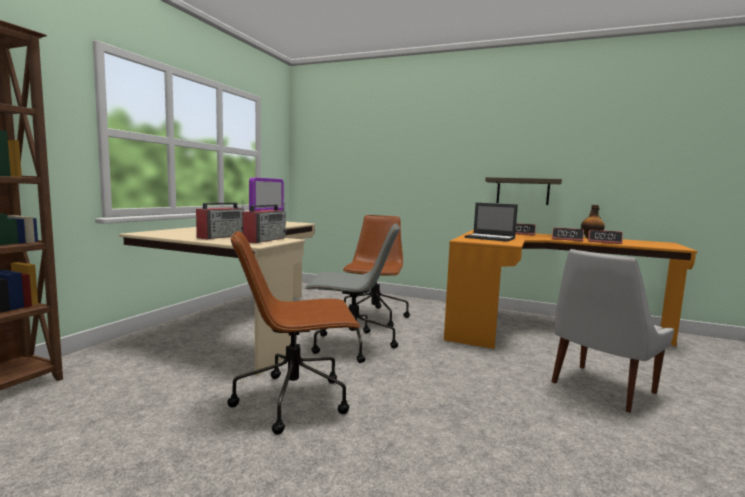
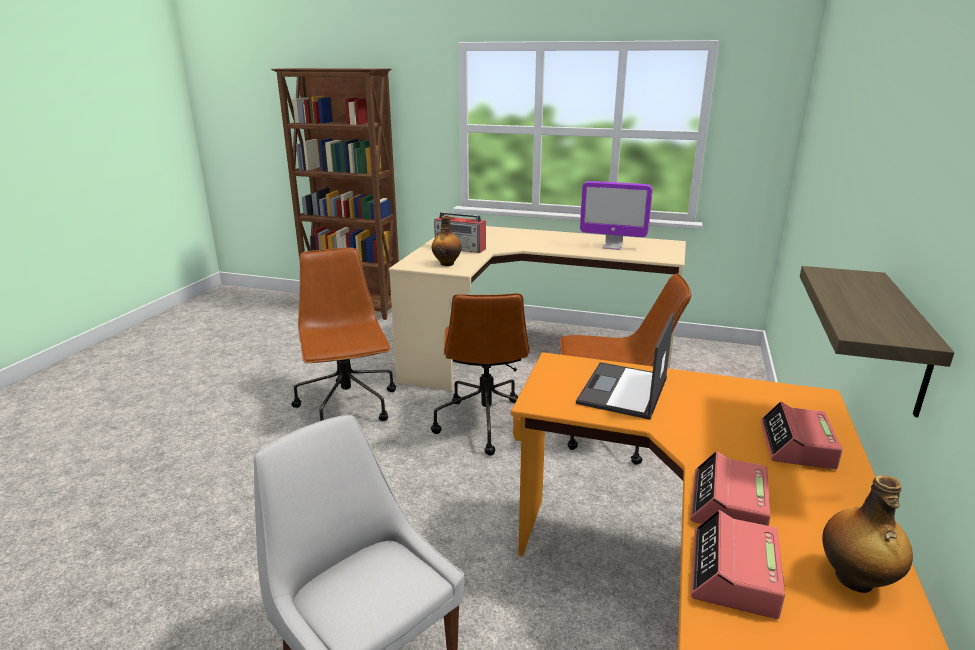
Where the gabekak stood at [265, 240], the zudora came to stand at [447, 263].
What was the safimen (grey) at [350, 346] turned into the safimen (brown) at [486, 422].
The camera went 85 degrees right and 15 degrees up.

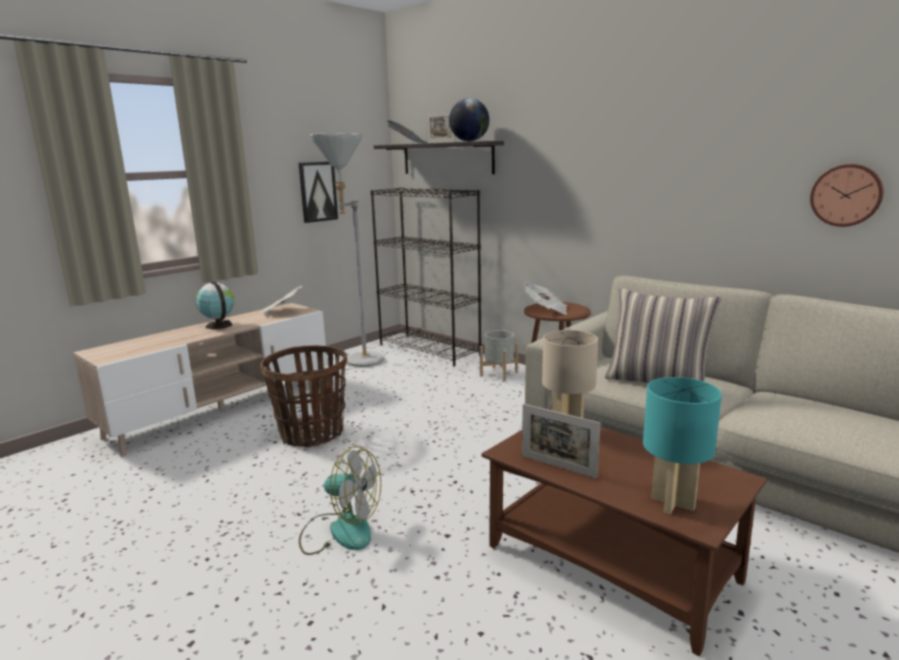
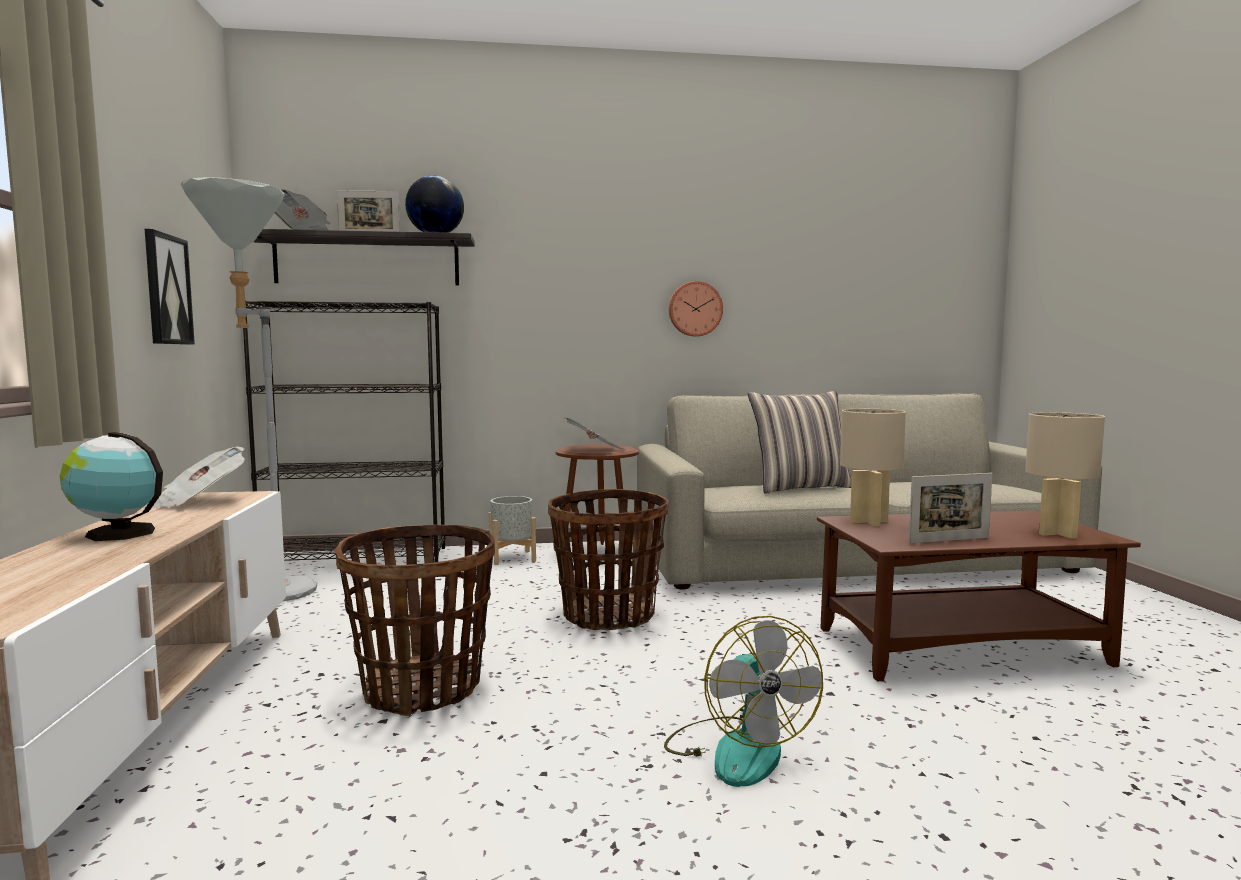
The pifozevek ended up elsewhere, having gone from [846, 195] to [695, 309].
What was the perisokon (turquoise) at [672, 502] turned into the perisokon (beige) at [1056, 533].
The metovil at [340, 530] ended up facing another way, 105 degrees clockwise from before.
The second view gained the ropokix at [608, 616].
The camera went 50 degrees left and 10 degrees down.

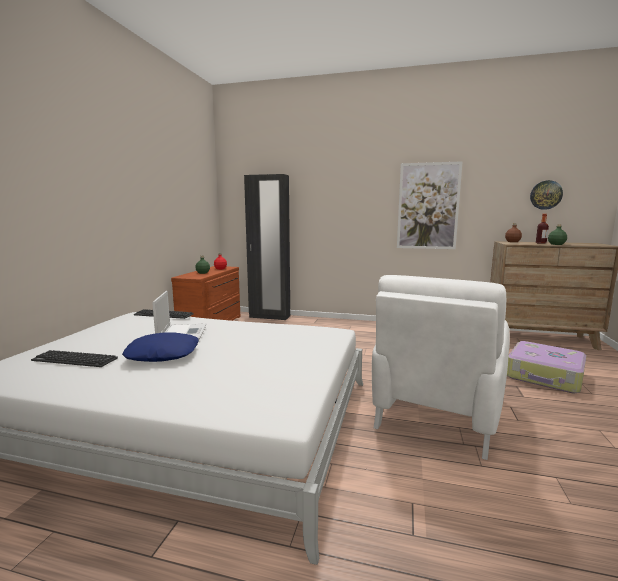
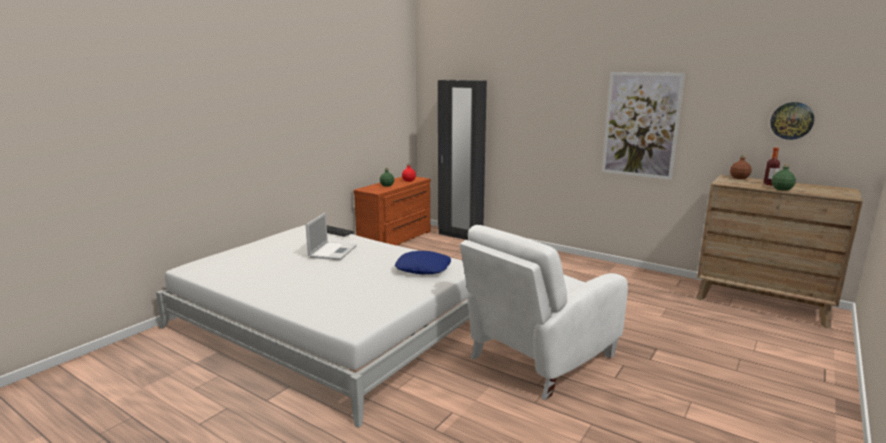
The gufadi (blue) ended up elsewhere, having gone from [163, 354] to [423, 268].
The second view lost the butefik at [545, 376].
The second view lost the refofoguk at [75, 359].
The camera went 20 degrees right and 5 degrees up.

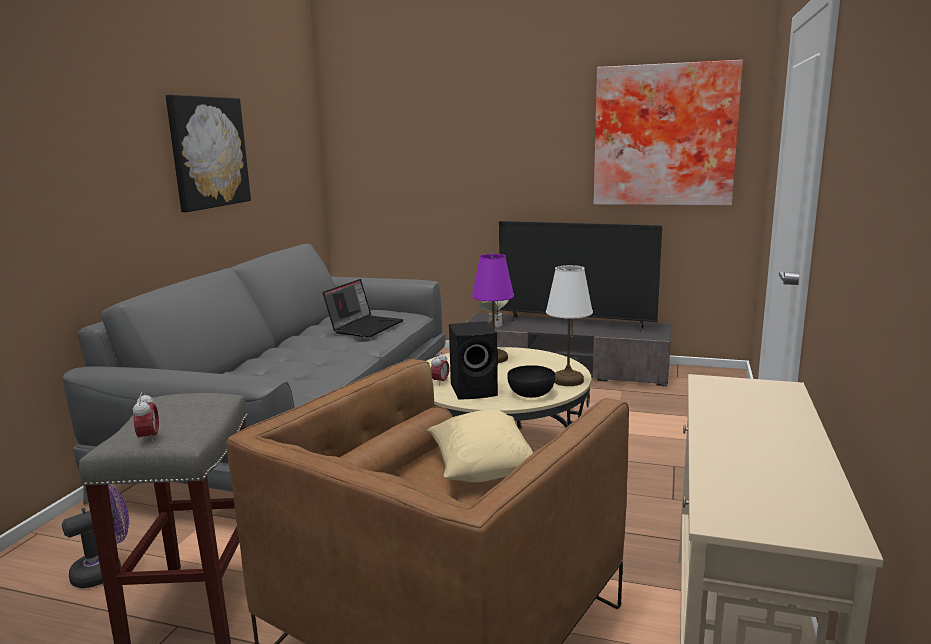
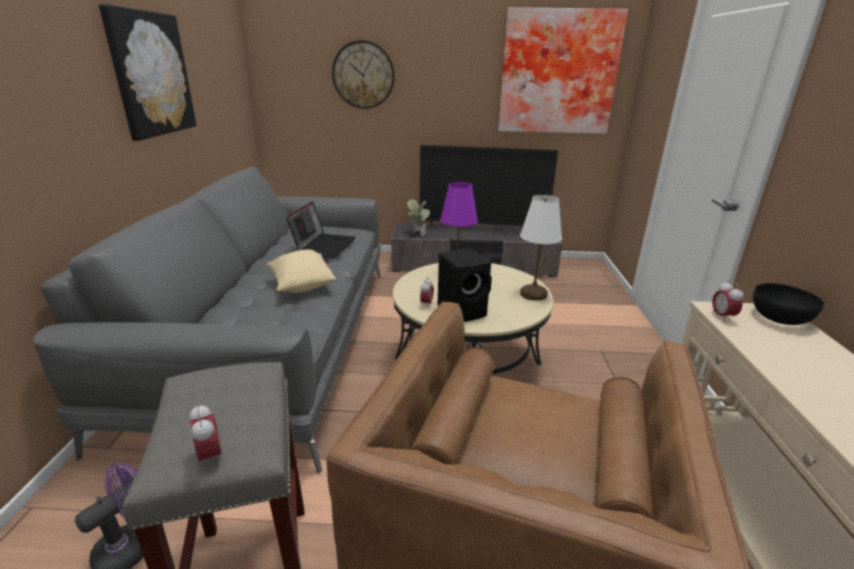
The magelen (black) ended up elsewhere, having gone from [531, 393] to [780, 318].
The gufadi (beige) ended up elsewhere, having gone from [481, 470] to [302, 286].
The second view gained the pifozevek at [363, 75].
The second view gained the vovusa at [722, 317].
The camera went 15 degrees left and 10 degrees up.

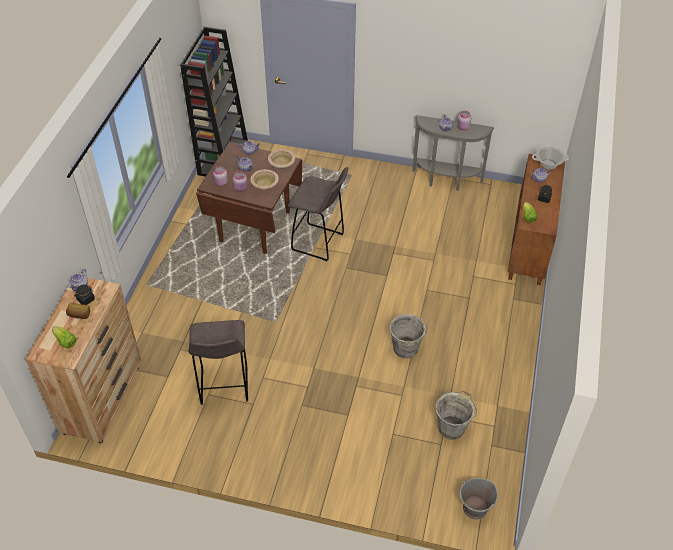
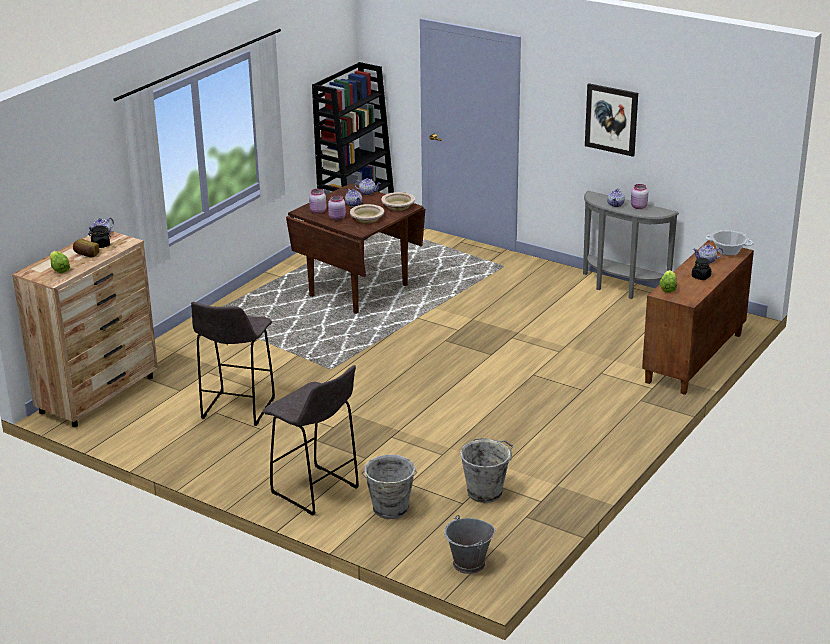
The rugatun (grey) ended up elsewhere, having gone from [319, 243] to [316, 491].
The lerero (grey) ended up elsewhere, having gone from [406, 349] to [390, 510].
The second view gained the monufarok at [611, 119].
The camera went 20 degrees right and 20 degrees down.

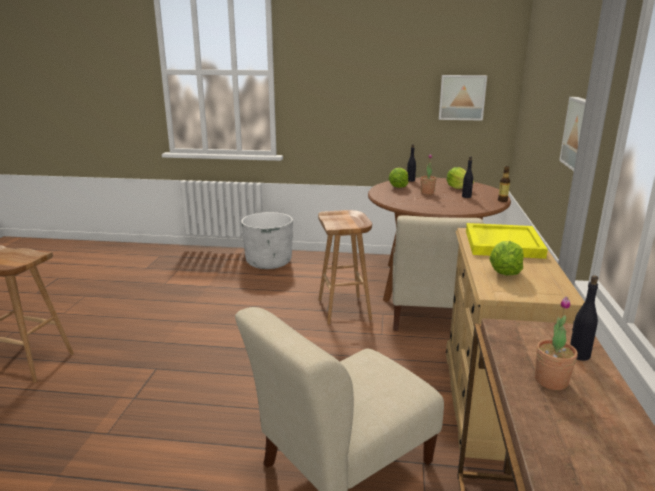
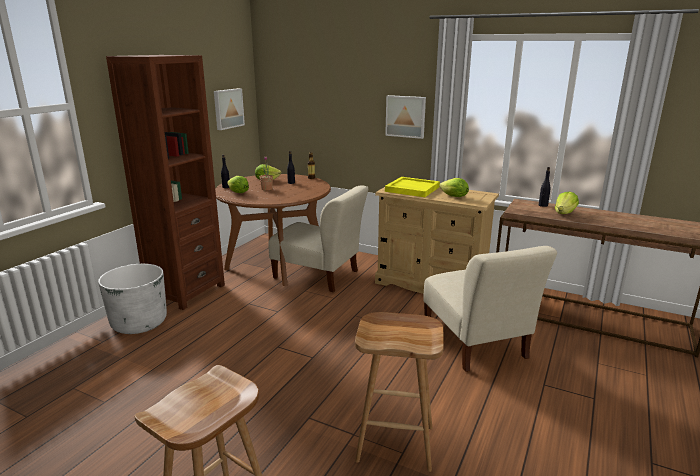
The rugatun (brown) ended up elsewhere, having gone from [345, 310] to [396, 443].
Where the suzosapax stood at [551, 381], the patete came to stand at [564, 213].
The second view gained the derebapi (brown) at [186, 291].
The camera went 70 degrees left and 0 degrees up.

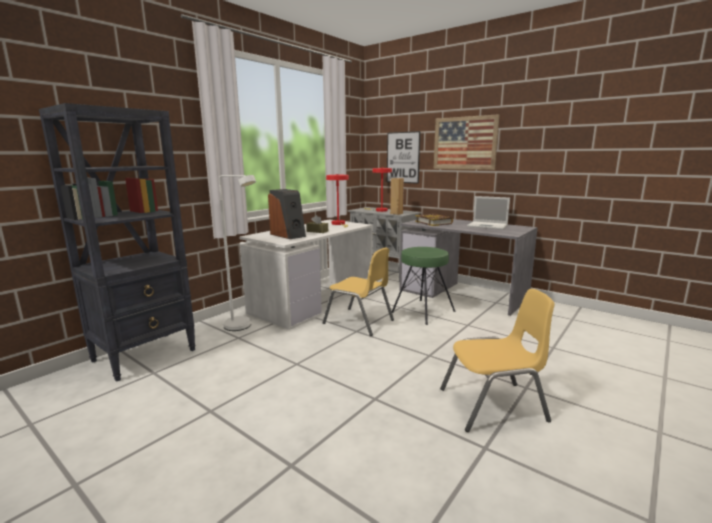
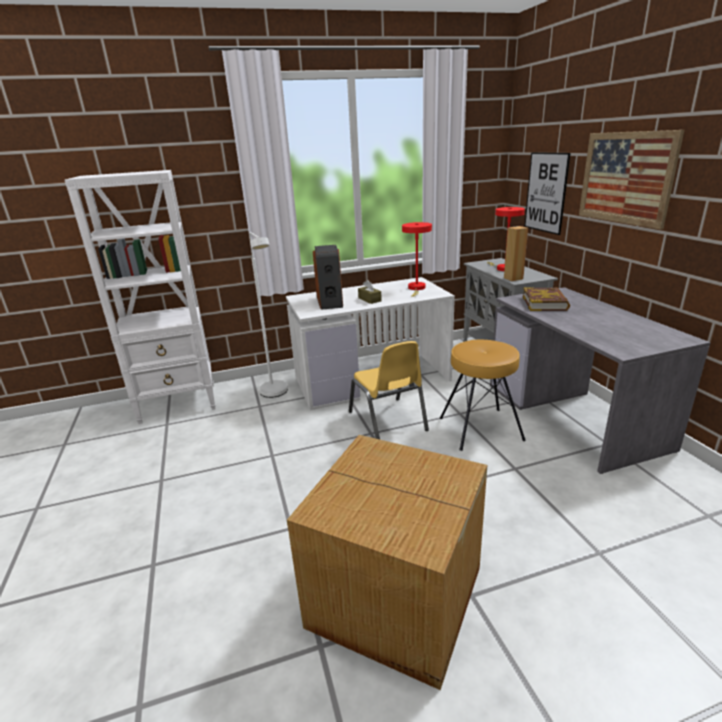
What was the derebapi (black) at [145, 355] turned into the derebapi (white) at [179, 403].
The second view lost the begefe at [488, 226].
What was the rugatun (green) at [422, 311] turned into the rugatun (brown) at [480, 428].
Where the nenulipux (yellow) stood at [493, 405], the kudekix came to stand at [397, 599].
The camera went 35 degrees right and 10 degrees up.

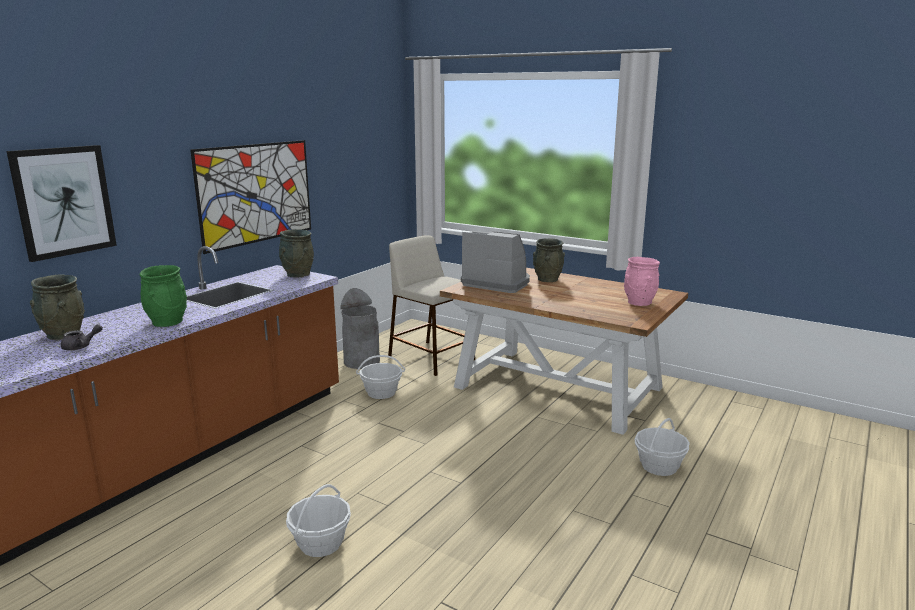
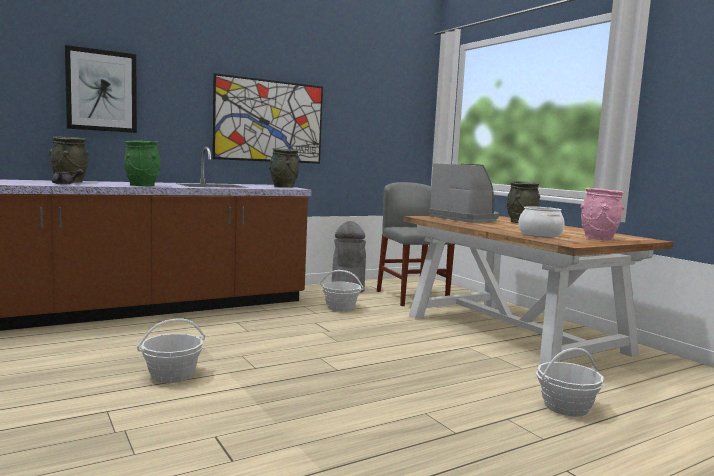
Where the rugatun (beige) stood at [432, 358], the nenulipux (grey) came to stand at [412, 297].
The second view gained the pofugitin at [539, 235].
The camera went 25 degrees right and 10 degrees down.

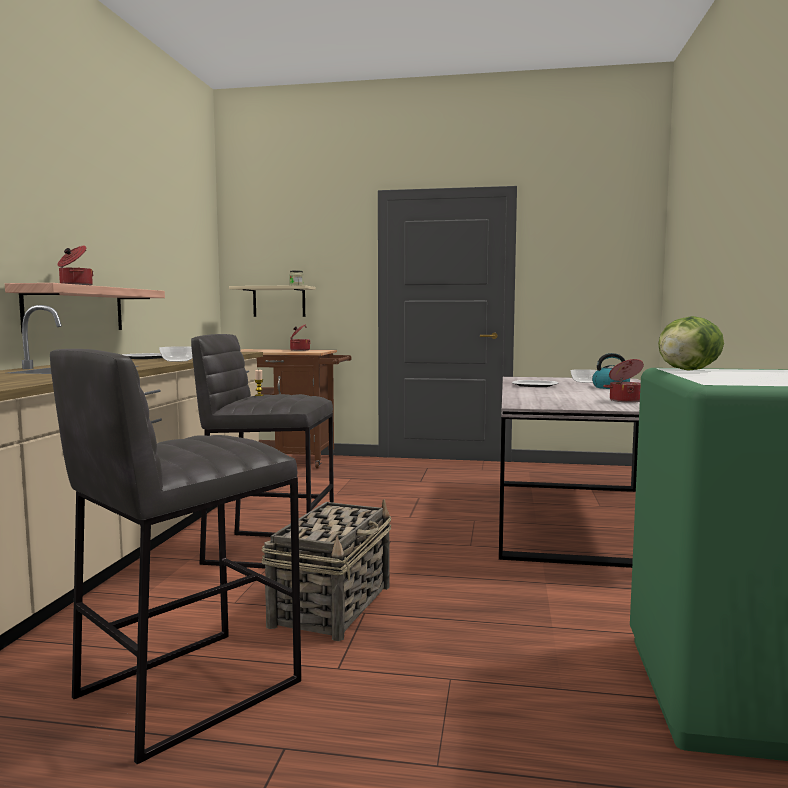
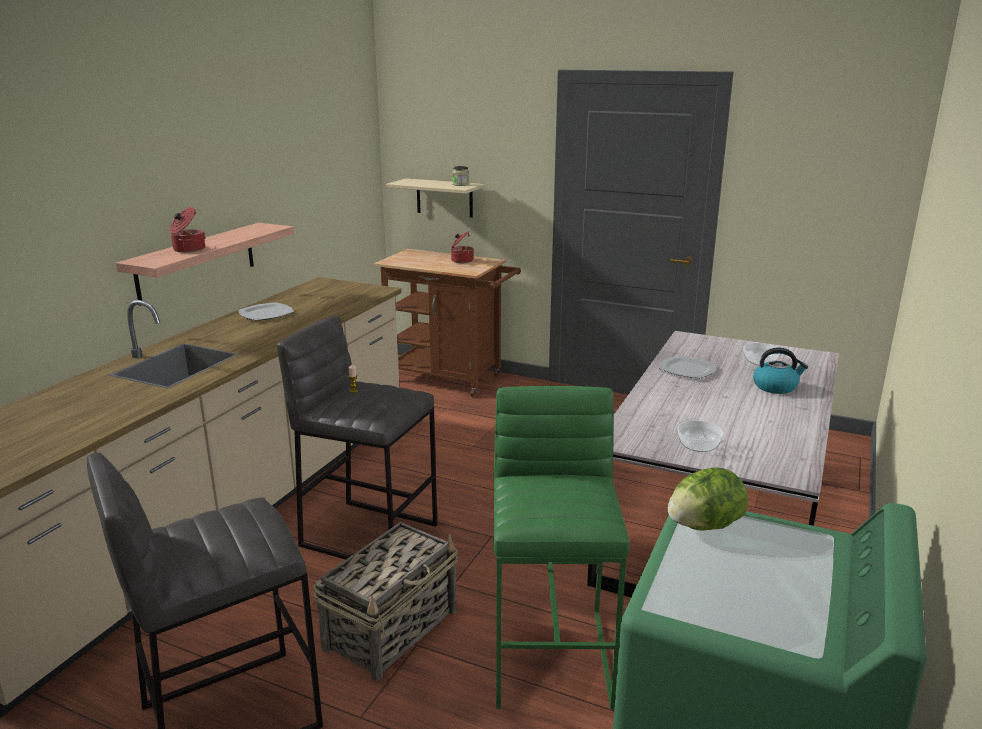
The magelen ended up elsewhere, having gone from [178, 361] to [699, 445].
The second view lost the pofugitin at [625, 400].
The second view gained the rugatun (green) at [552, 655].
The camera went 15 degrees right and 15 degrees up.

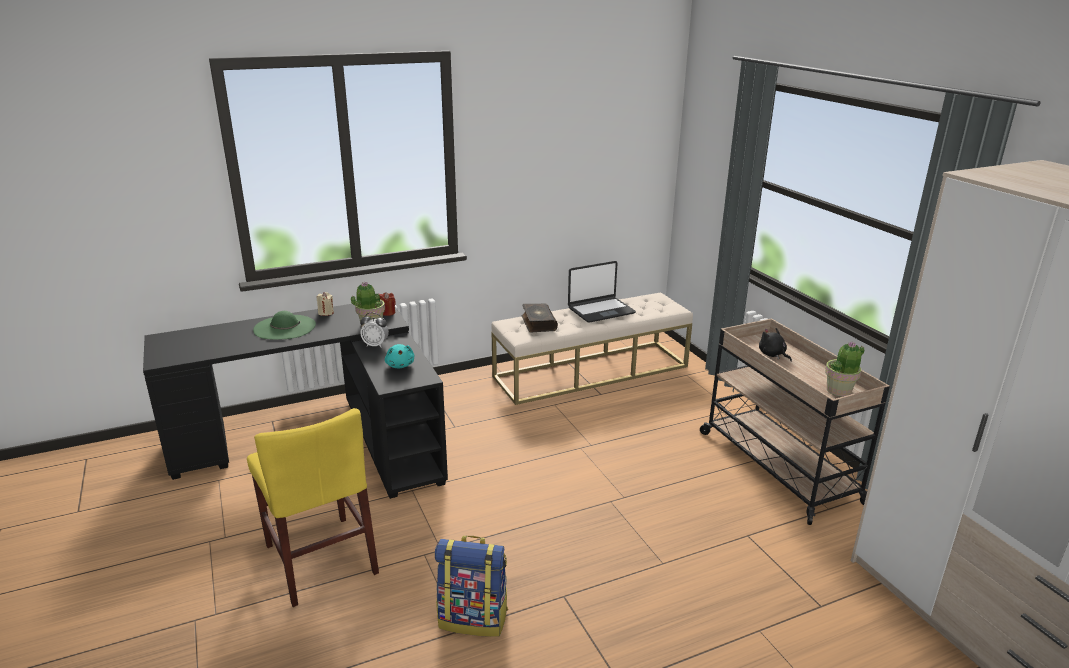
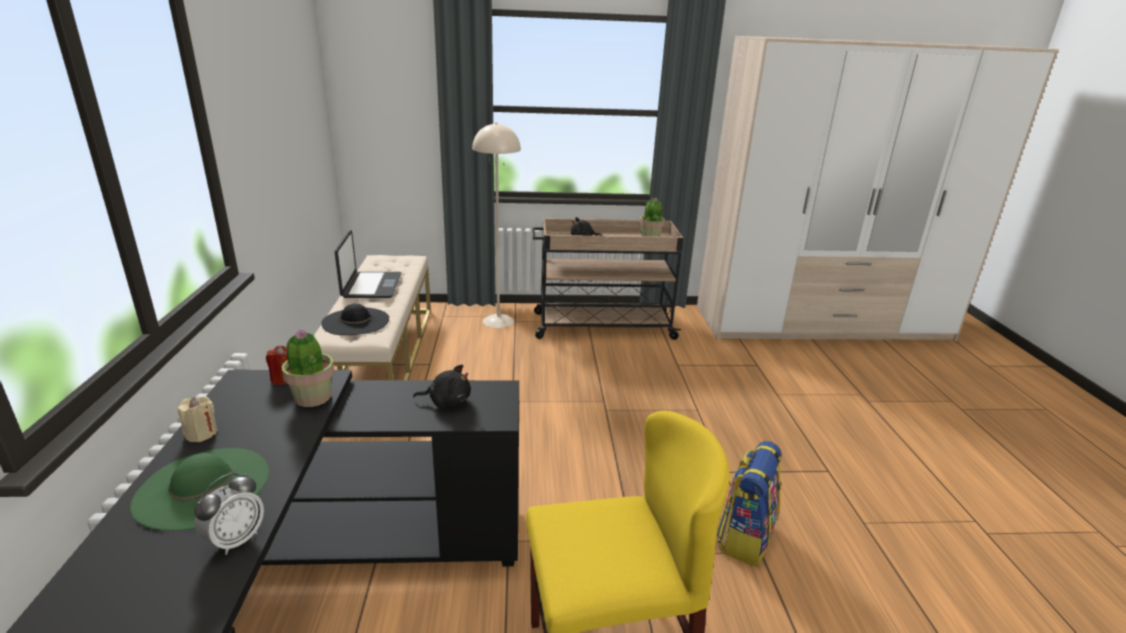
Where the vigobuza stood at [538, 323], the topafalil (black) came to stand at [355, 321].
The vovusa ended up elsewhere, having gone from [375, 345] to [236, 540].
What was the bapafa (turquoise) at [400, 365] turned into the bapafa (black) at [447, 401].
The second view gained the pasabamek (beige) at [498, 321].
The camera went 70 degrees left and 0 degrees up.

